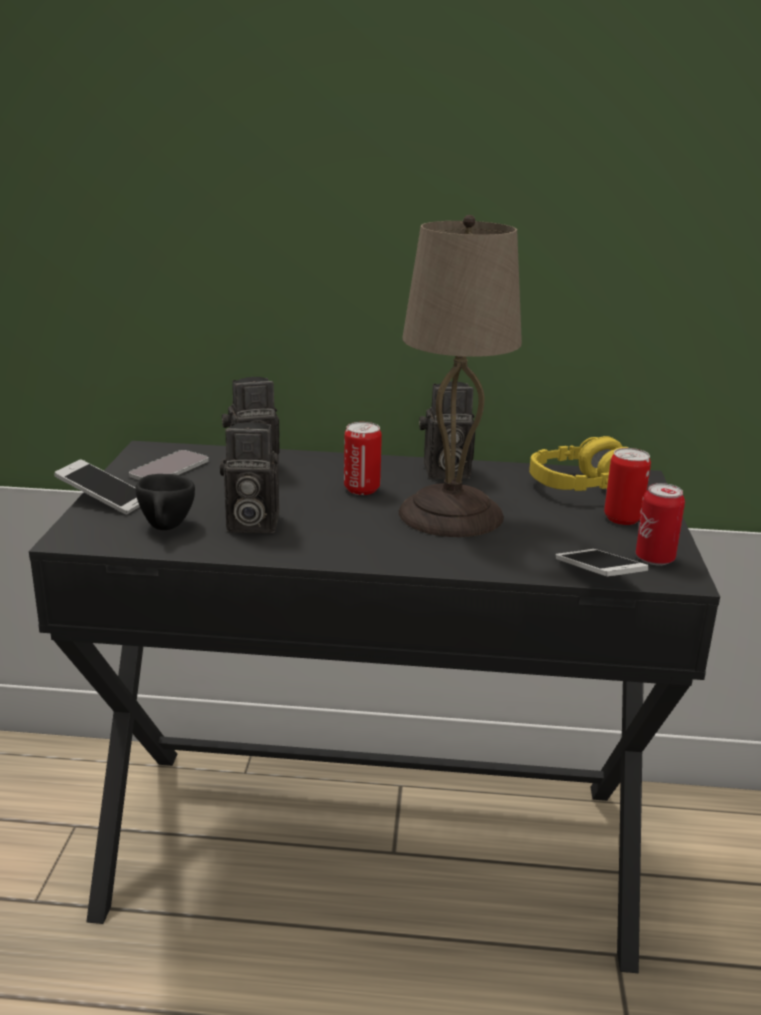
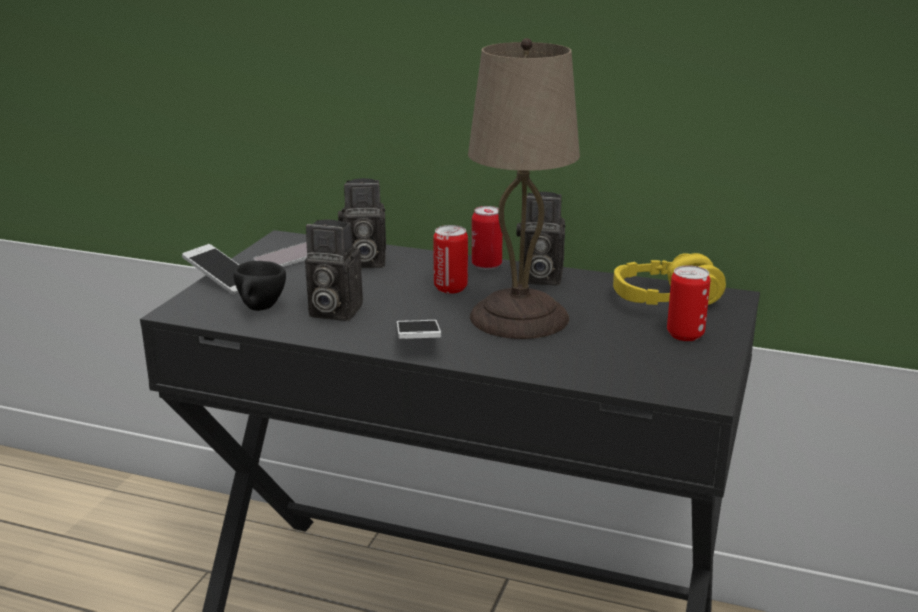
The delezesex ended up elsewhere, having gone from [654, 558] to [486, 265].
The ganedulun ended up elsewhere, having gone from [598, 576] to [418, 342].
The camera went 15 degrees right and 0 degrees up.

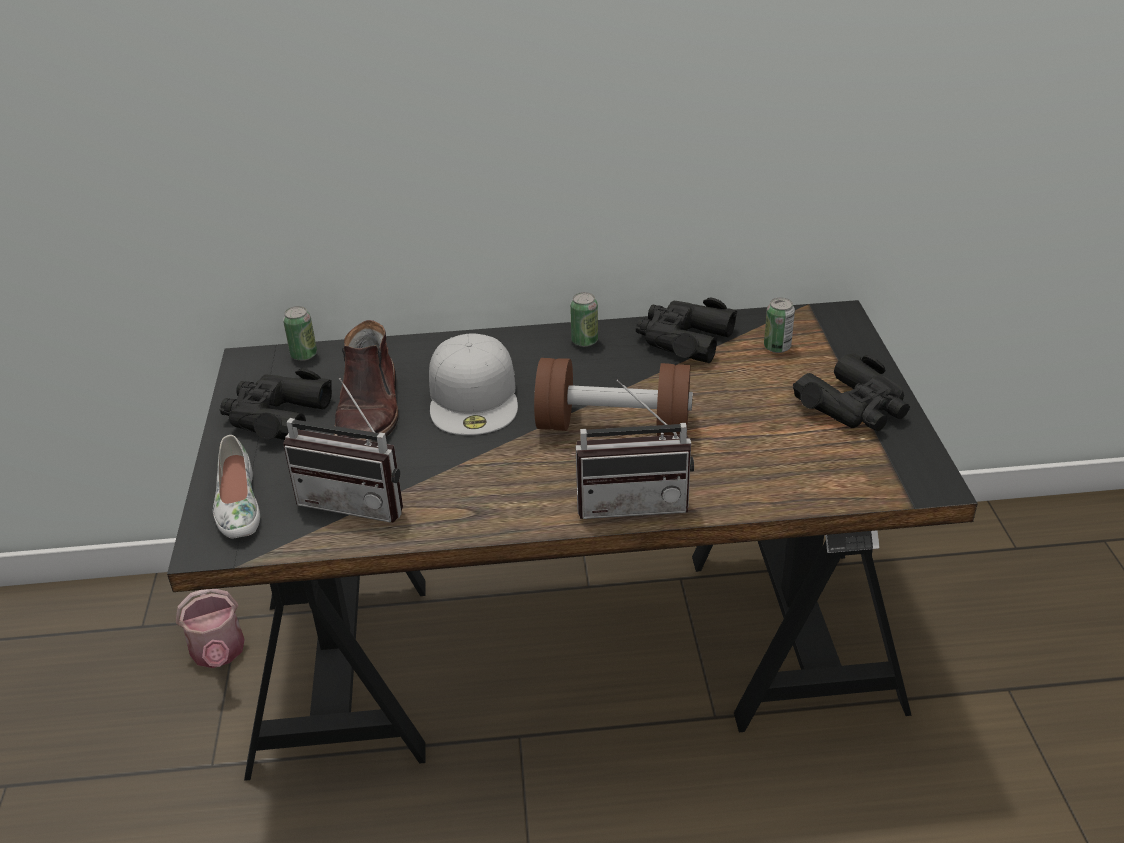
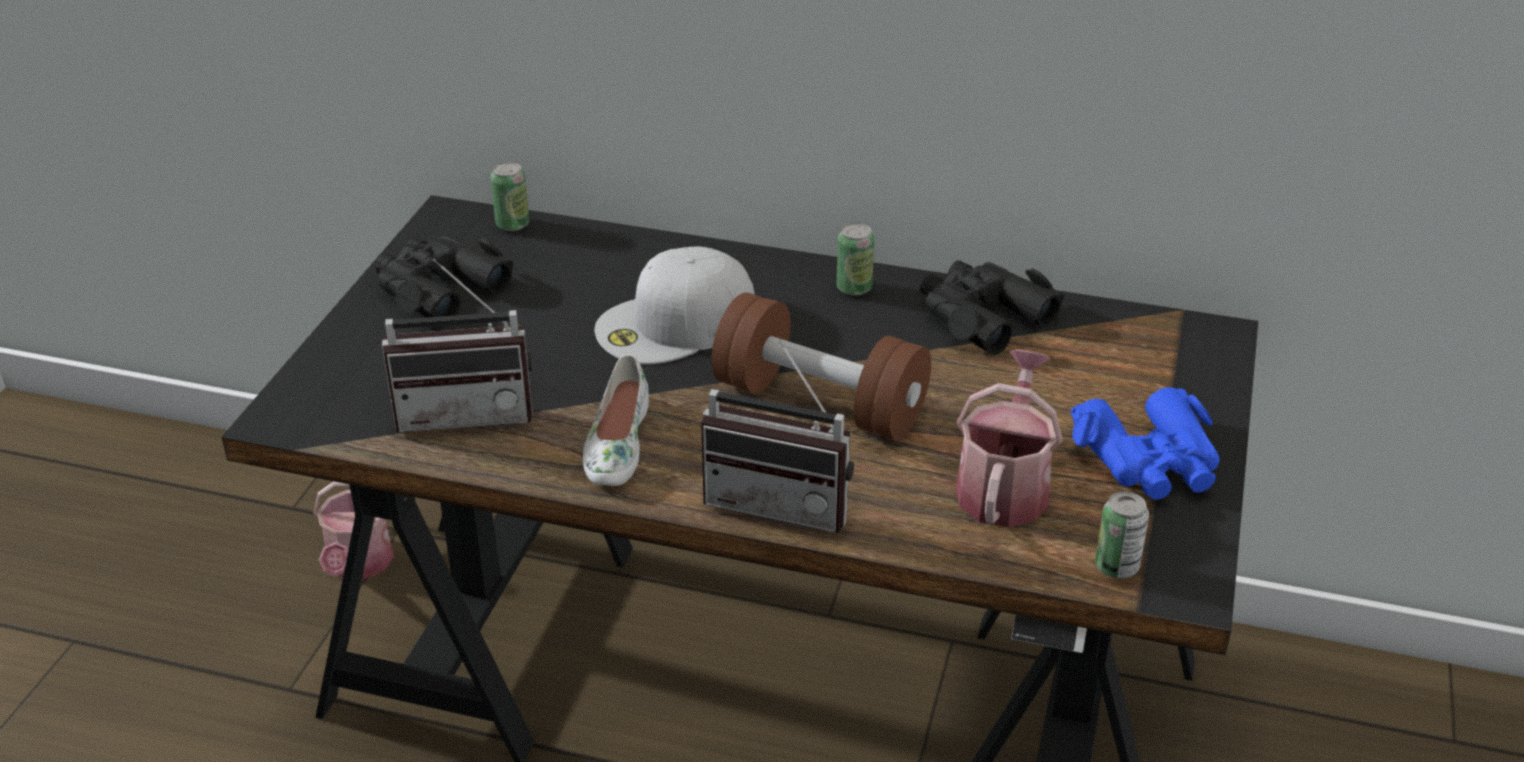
The delezesex ended up elsewhere, having gone from [777, 347] to [1116, 566].
The second view lost the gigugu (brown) at [370, 411].
The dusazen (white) at [474, 397] ended up facing another way, 45 degrees clockwise from before.
What was the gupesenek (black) at [854, 407] turned into the gupesenek (blue) at [1150, 460].
The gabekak at [357, 500] ended up facing another way, 45 degrees counterclockwise from before.
The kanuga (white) ended up elsewhere, having gone from [237, 504] to [616, 443].
The second view gained the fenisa at [1004, 486].
The camera went 20 degrees right and 0 degrees up.

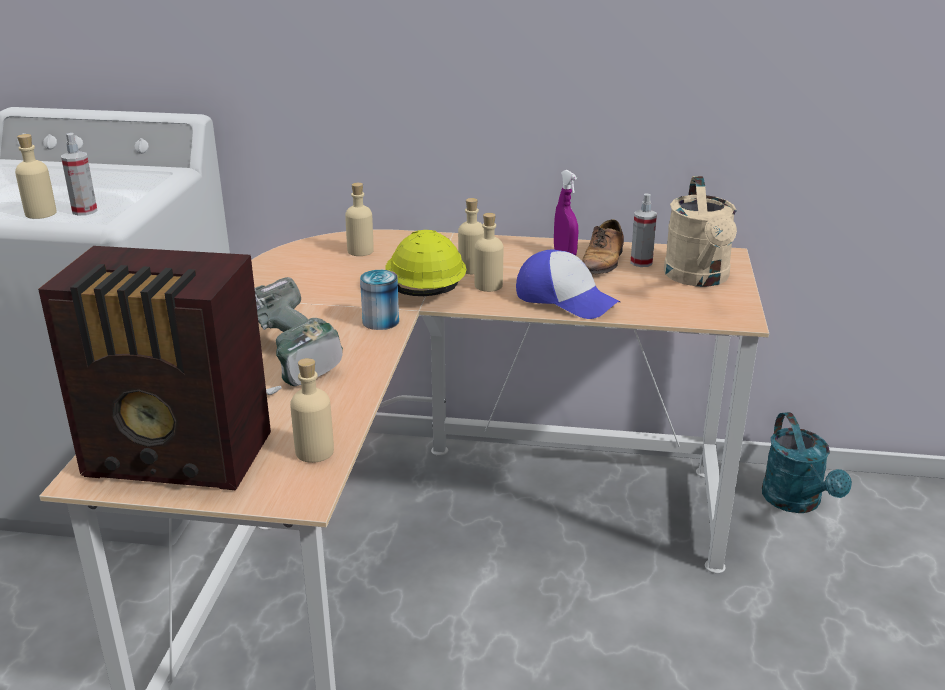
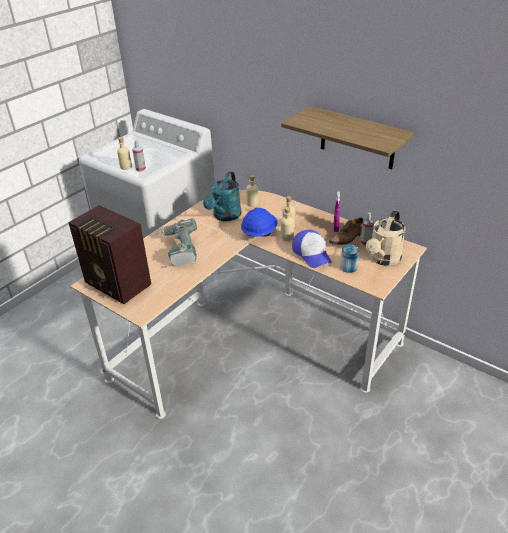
What was the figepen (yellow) at [425, 292] turned into the figepen (blue) at [259, 233].
The delezesex ended up elsewhere, having gone from [380, 321] to [348, 267].
The second view lost the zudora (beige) at [314, 452].
The fenisa (turquoise) ended up elsewhere, having gone from [796, 502] to [225, 216].
The second view gained the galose at [357, 138].
The camera went 30 degrees right and 10 degrees up.

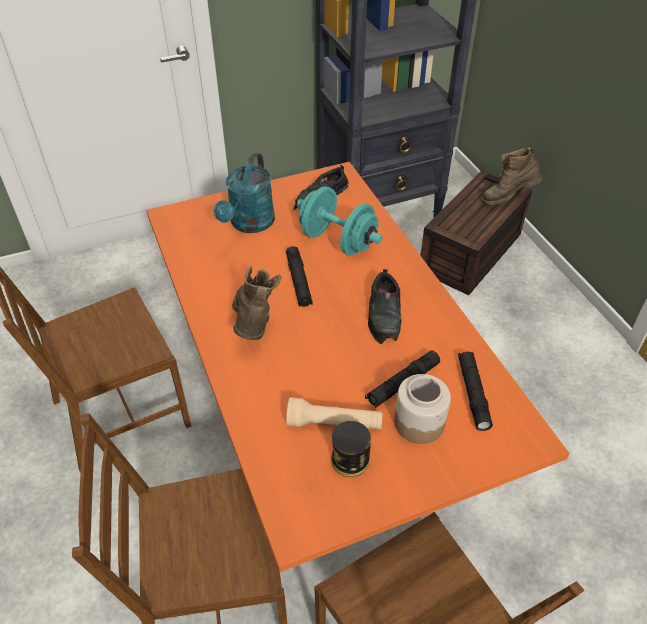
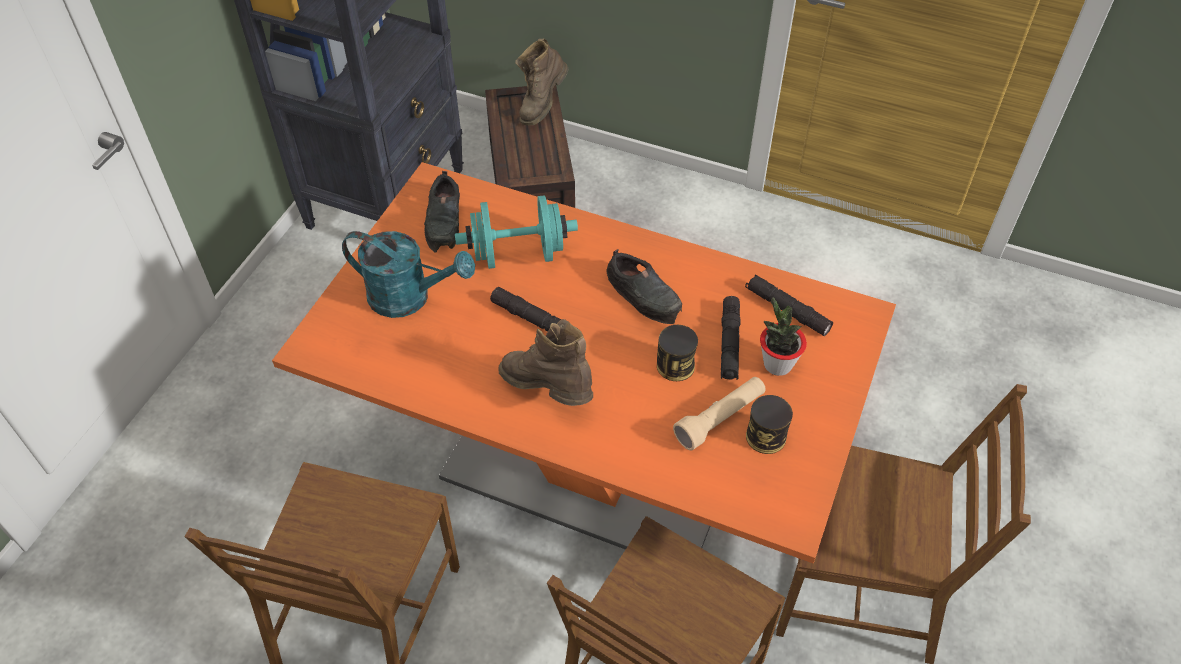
The fenisa (turquoise) at [249, 224] ended up facing another way, 45 degrees counterclockwise from before.
Where the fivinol stood at [419, 422], the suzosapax came to stand at [777, 364].
The second view gained the delezesex at [675, 365].
The camera went 45 degrees left and 5 degrees up.

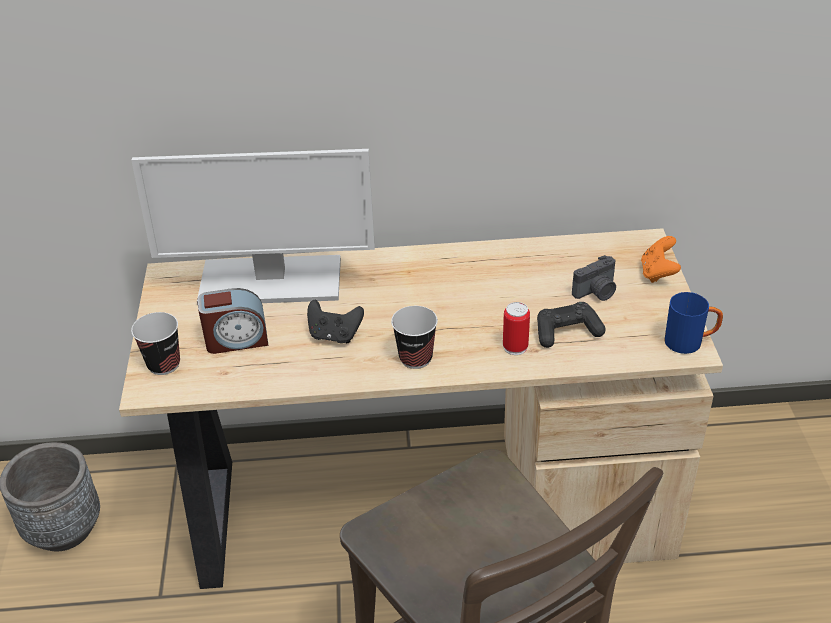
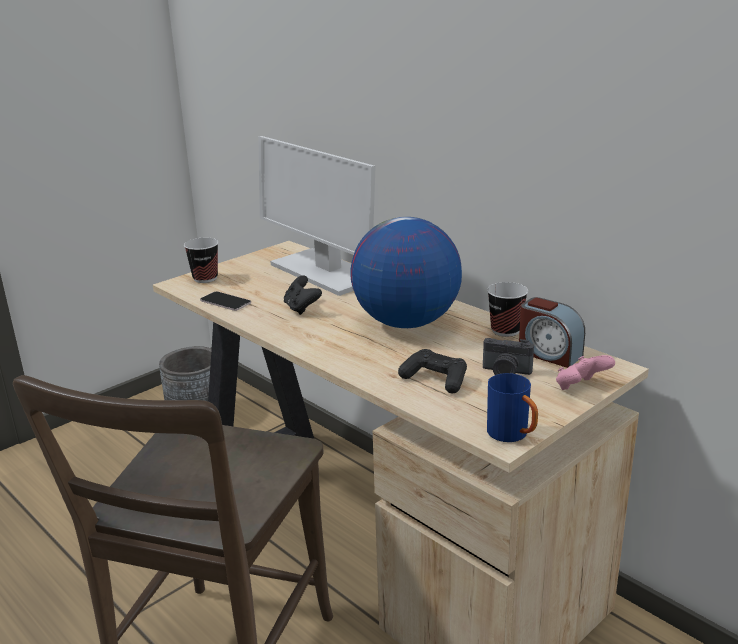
What was the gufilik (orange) at [658, 273] turned into the gufilik (pink) at [580, 388].
The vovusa ended up elsewhere, having gone from [236, 339] to [549, 354].
The second view lost the delezesex at [515, 347].
The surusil ended up elsewhere, having gone from [415, 358] to [505, 330].
The second view gained the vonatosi at [406, 323].
The second view gained the ganedulun at [225, 302].
The camera went 50 degrees right and 15 degrees down.

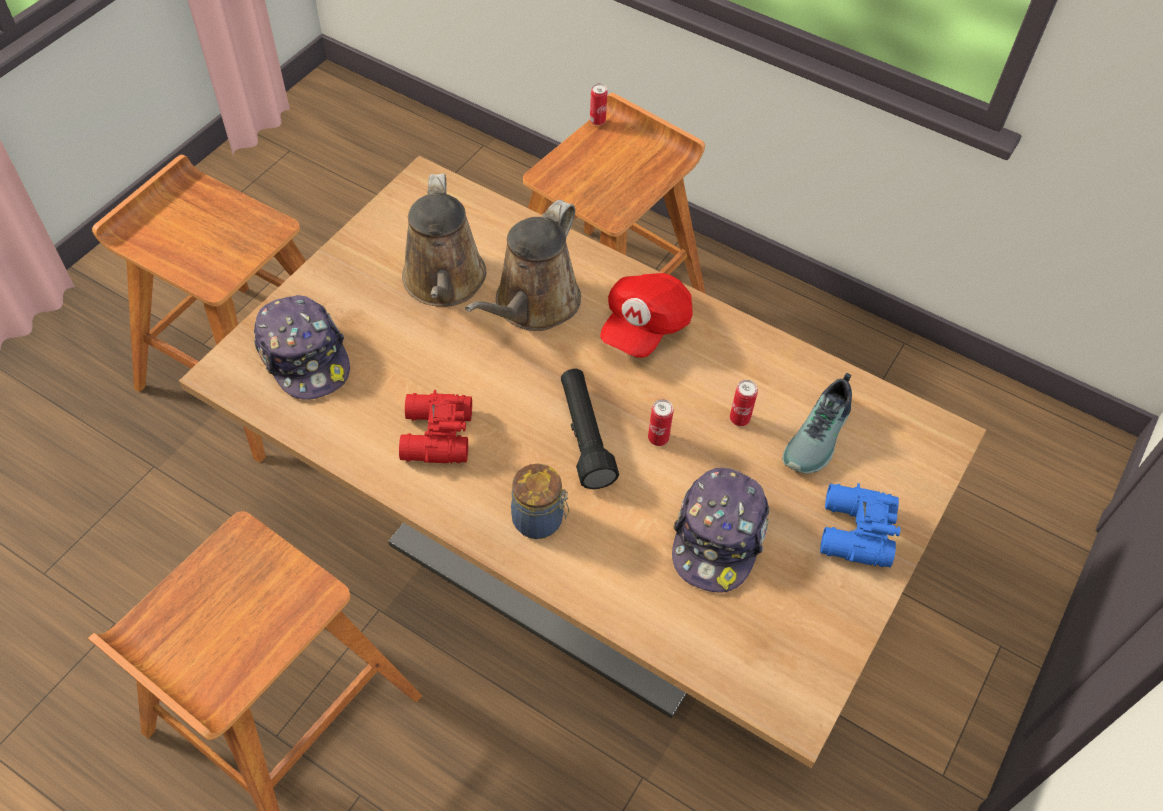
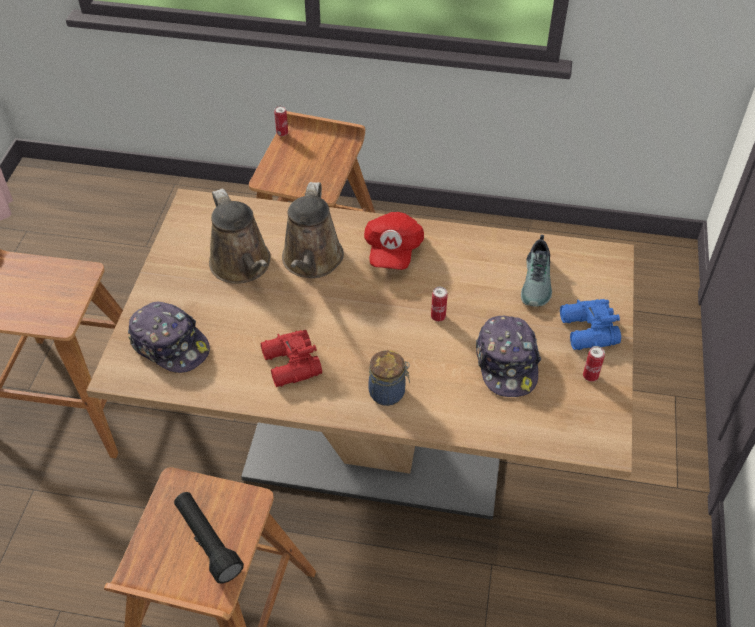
The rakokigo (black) ended up elsewhere, having gone from [584, 436] to [207, 541].
The delezesex ended up elsewhere, having gone from [739, 419] to [590, 376].
The camera went 20 degrees left and 5 degrees down.

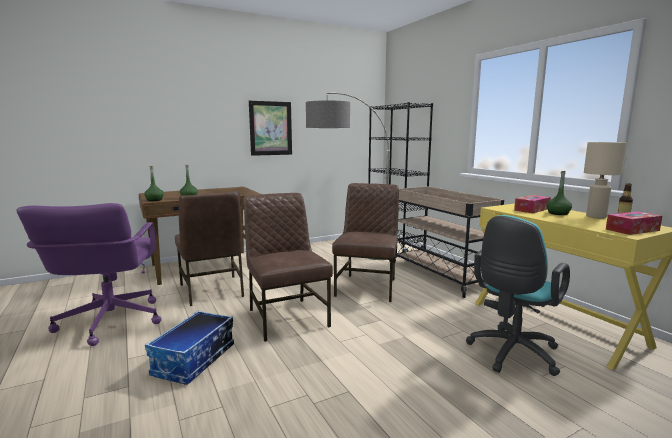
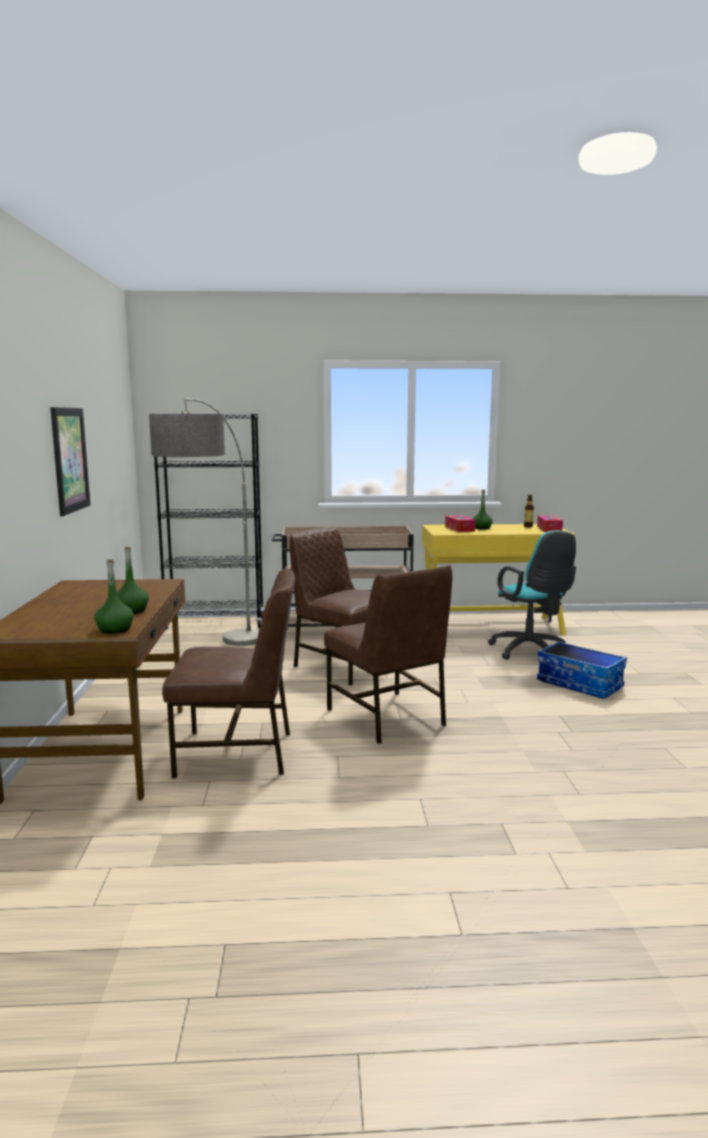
The second view lost the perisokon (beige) at [596, 217].
The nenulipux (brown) at [286, 317] ended up facing another way, 120 degrees counterclockwise from before.
The second view lost the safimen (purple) at [110, 322].
The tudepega ended up elsewhere, having gone from [195, 360] to [580, 684].
The camera went 65 degrees left and 0 degrees up.

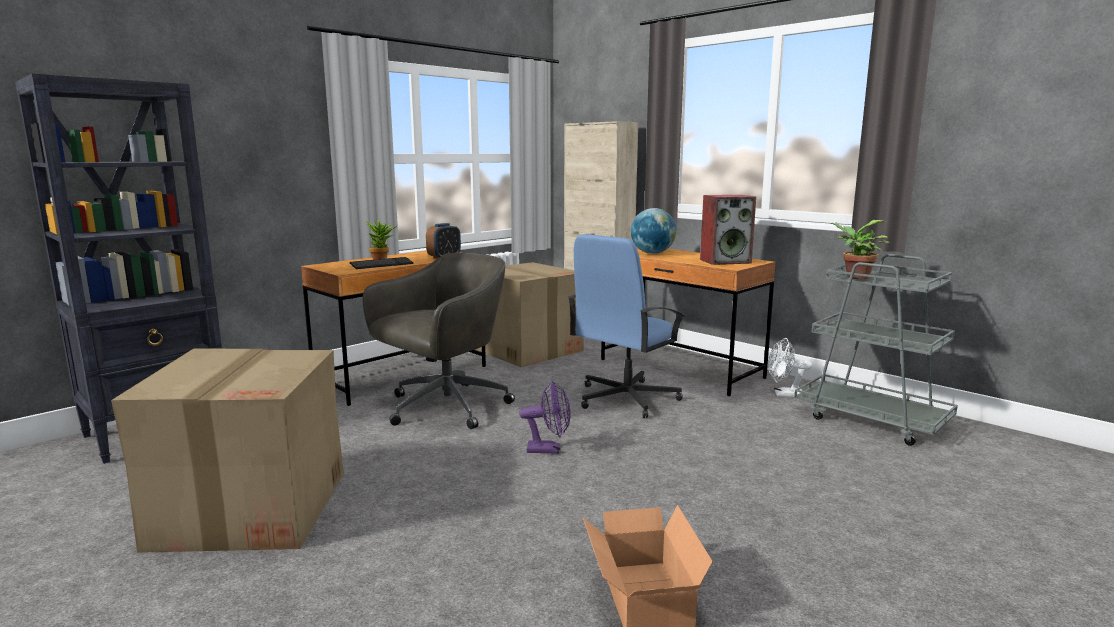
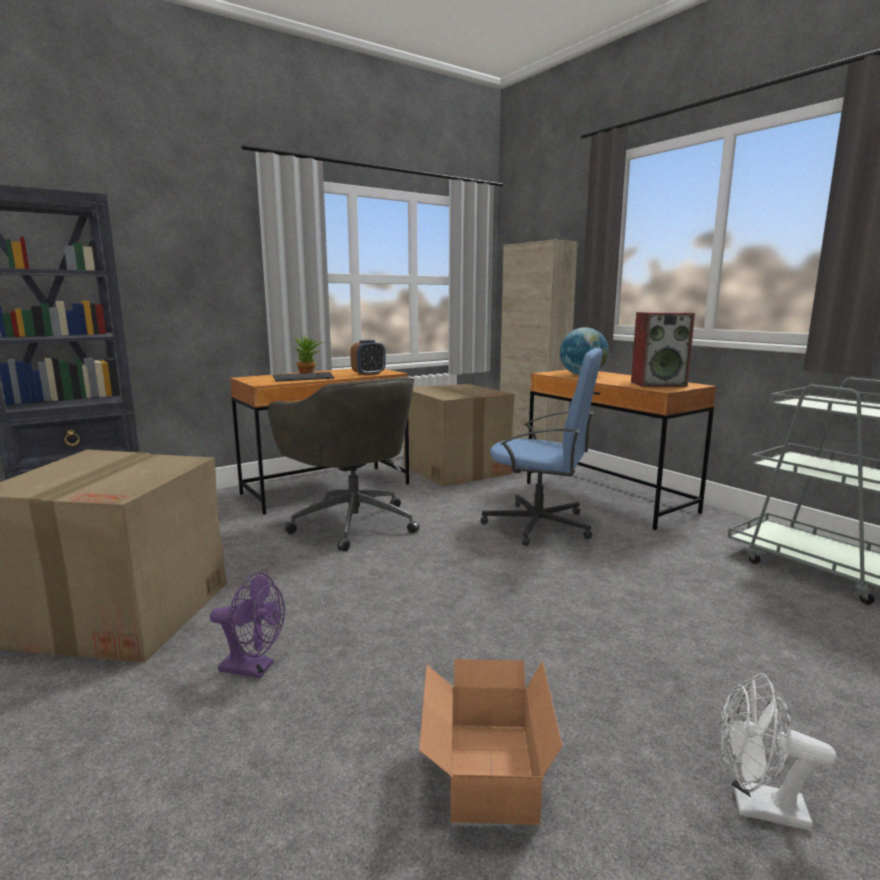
The second view lost the suzosapax at [854, 277].
The safimen (blue) at [625, 398] ended up facing another way, 120 degrees counterclockwise from before.
The safimen (grey) at [444, 407] ended up facing another way, 90 degrees clockwise from before.
The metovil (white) ended up elsewhere, having gone from [784, 394] to [757, 807].
The metovil (purple) ended up elsewhere, having gone from [549, 449] to [254, 668].
The camera went 10 degrees right and 0 degrees up.

